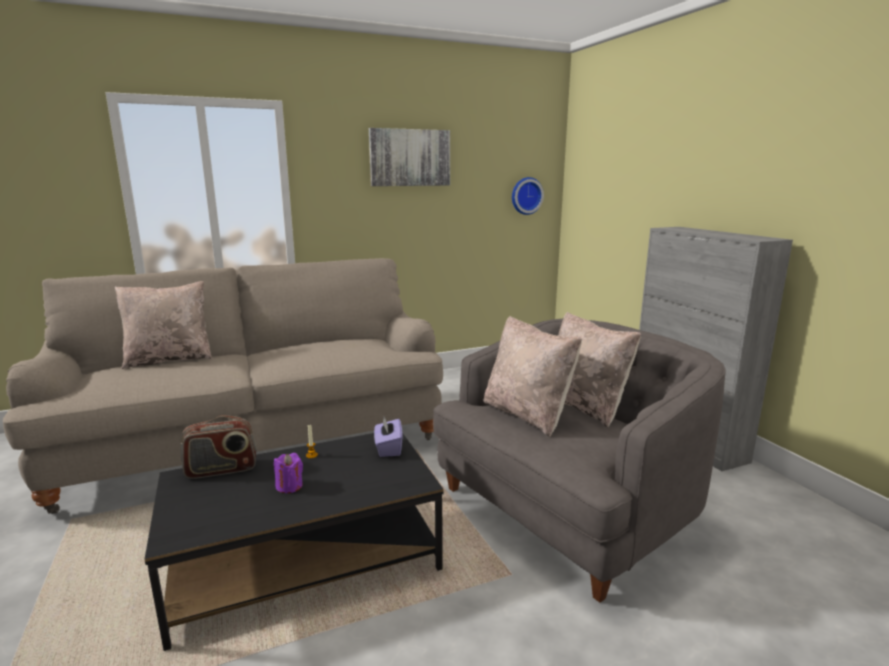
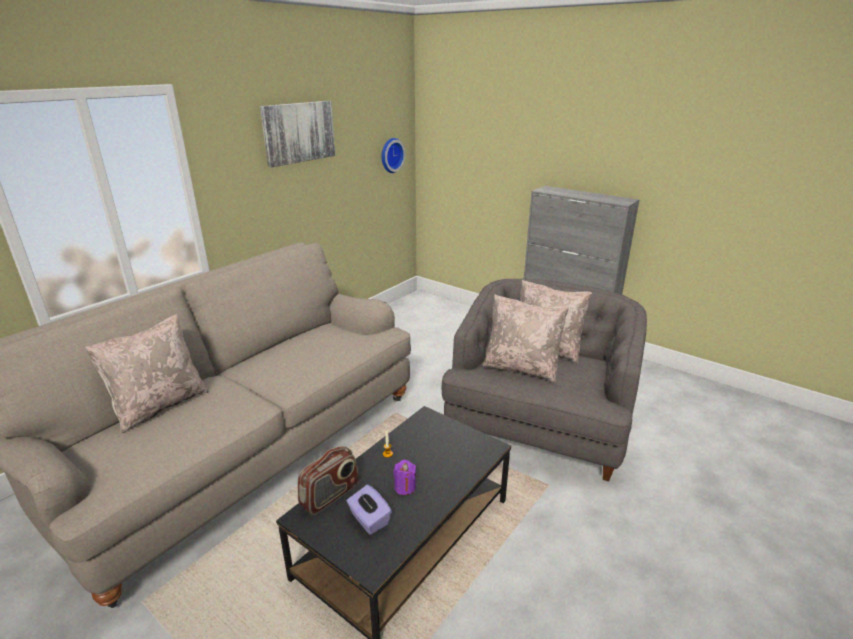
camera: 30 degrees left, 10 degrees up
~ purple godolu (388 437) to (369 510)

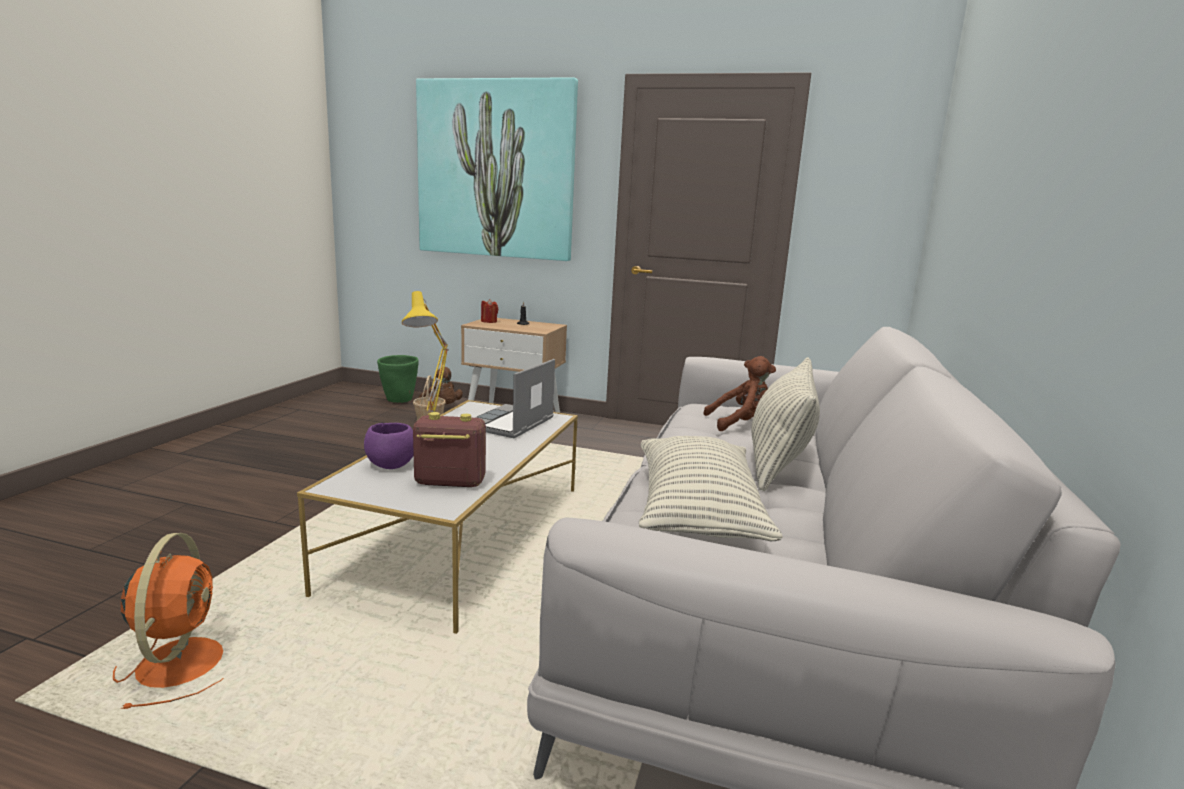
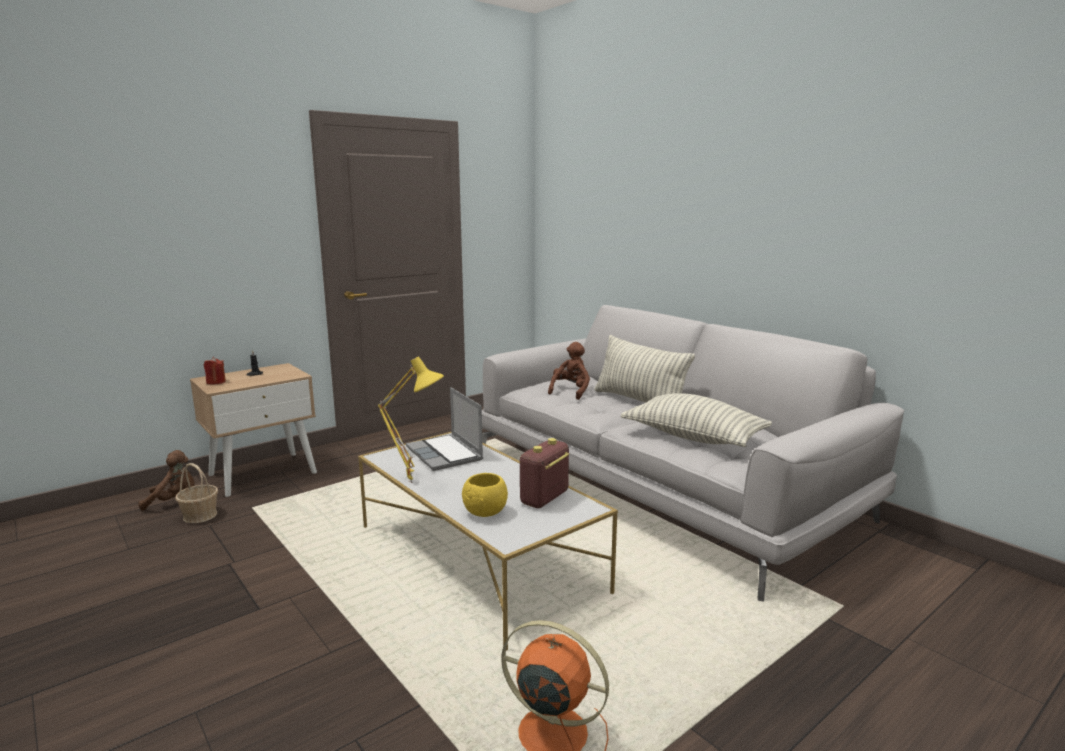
camera: 55 degrees left, 0 degrees up
~ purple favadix (389 446) to yellow favadix (485 495)
- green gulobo (398 379)
- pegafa (497 169)

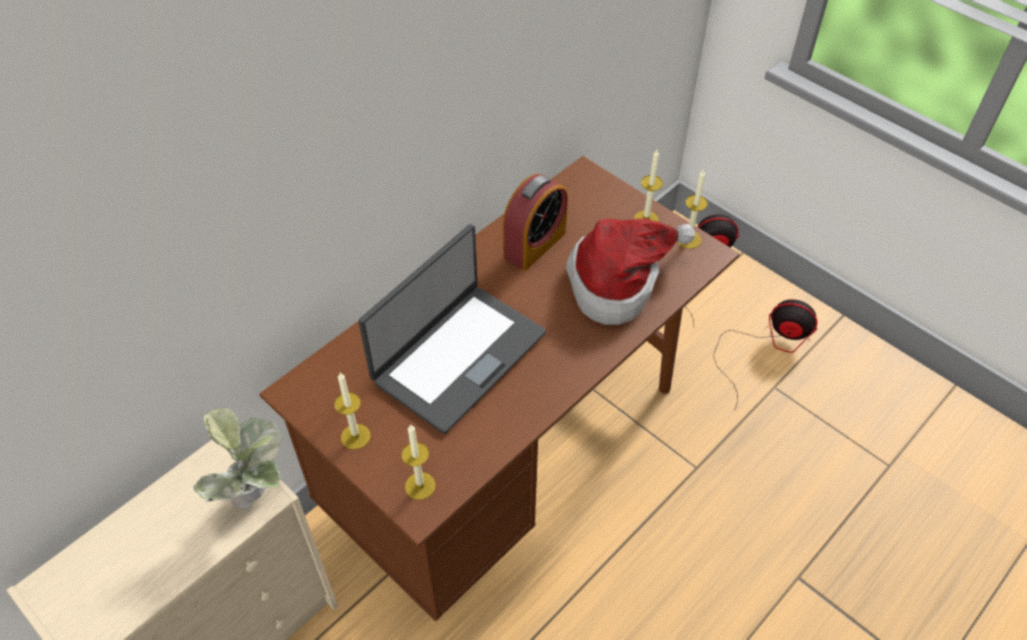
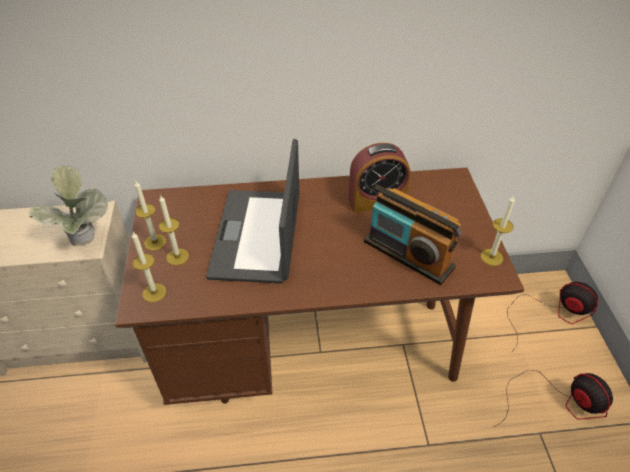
camera: 40 degrees right, 5 degrees down
~ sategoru (648 186) to (174 230)
~ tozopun (452 329) = (252 211) 105 degrees clockwise
~ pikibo (630 272) to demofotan (413 234)

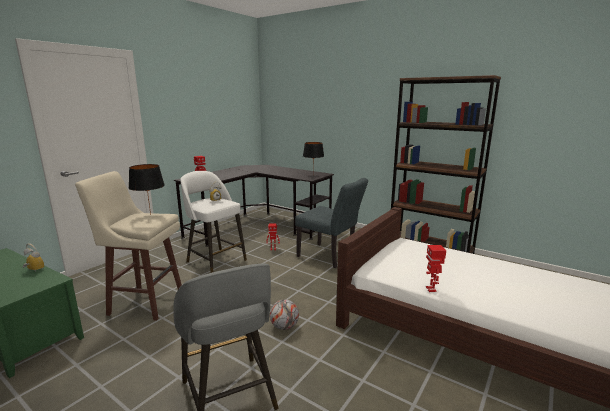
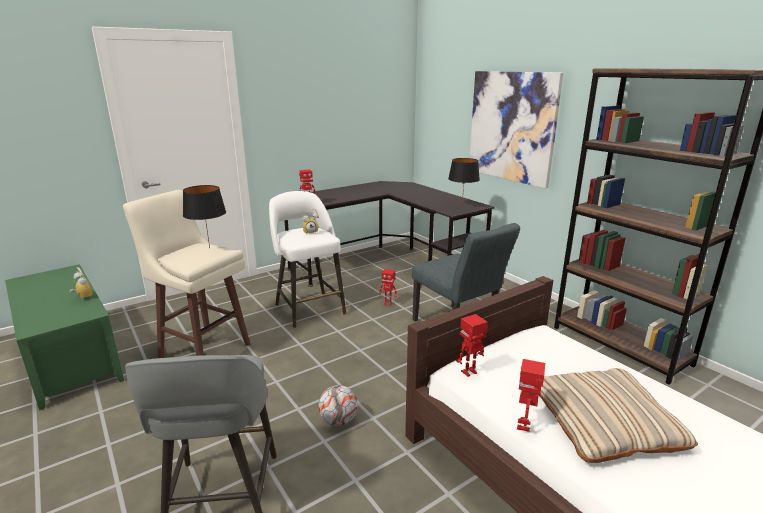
camera: 20 degrees right, 5 degrees up
+ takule (472 345)
+ pegafa (516 129)
+ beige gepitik (618 415)

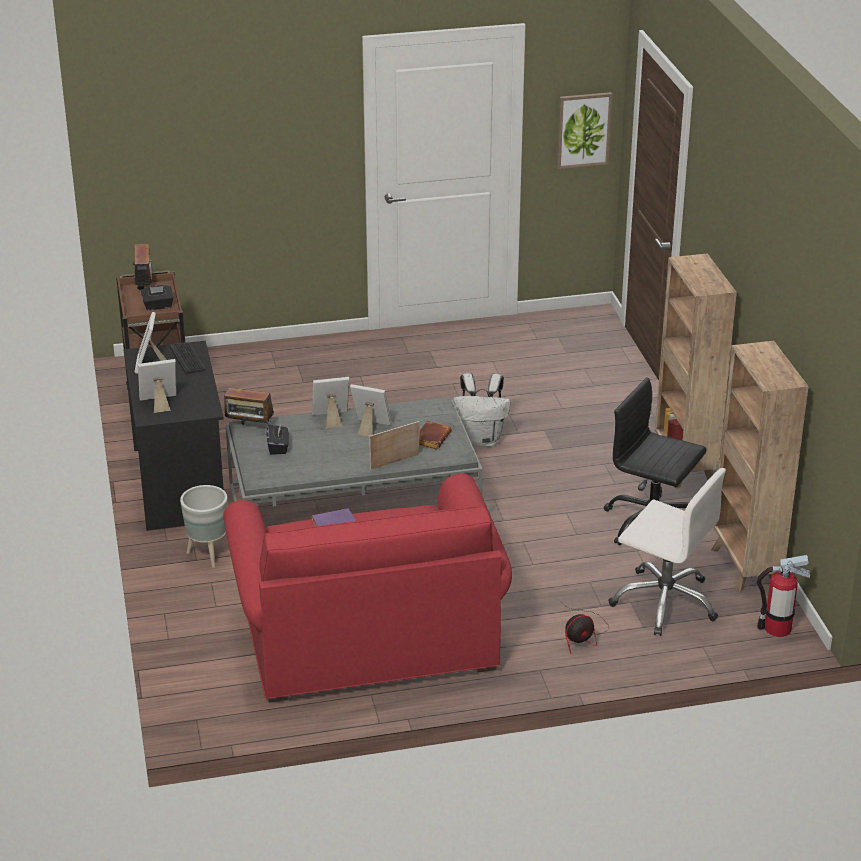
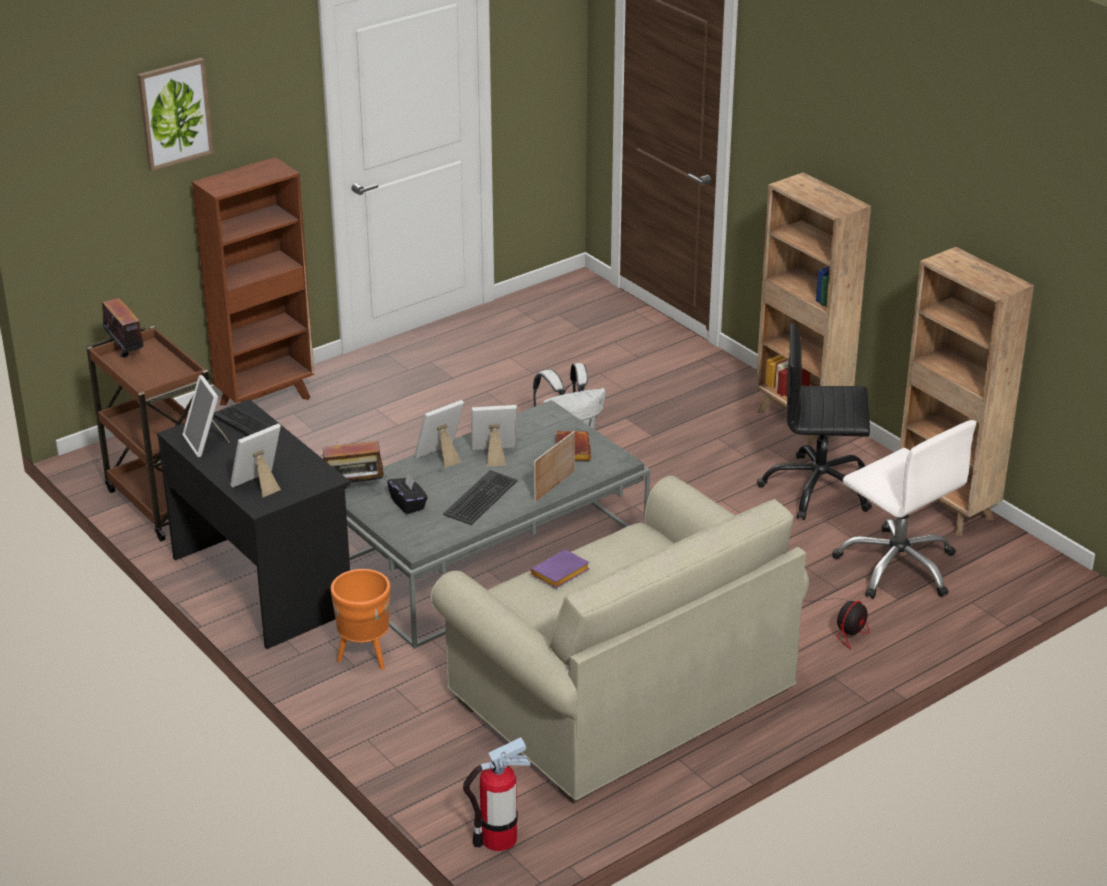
camera: 25 degrees left, 0 degrees up
~ pegafa (584 130) to (175 114)
+ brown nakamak (253 281)
~ grey gulobo (203 526) to orange gulobo (360 619)
~ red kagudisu (367 587) to beige kagudisu (620 640)
+ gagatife (480 497)
~ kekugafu (783 596) to (496 794)
~ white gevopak (667 552) = (904 509) 45 degrees clockwise
- black godolu (157 297)

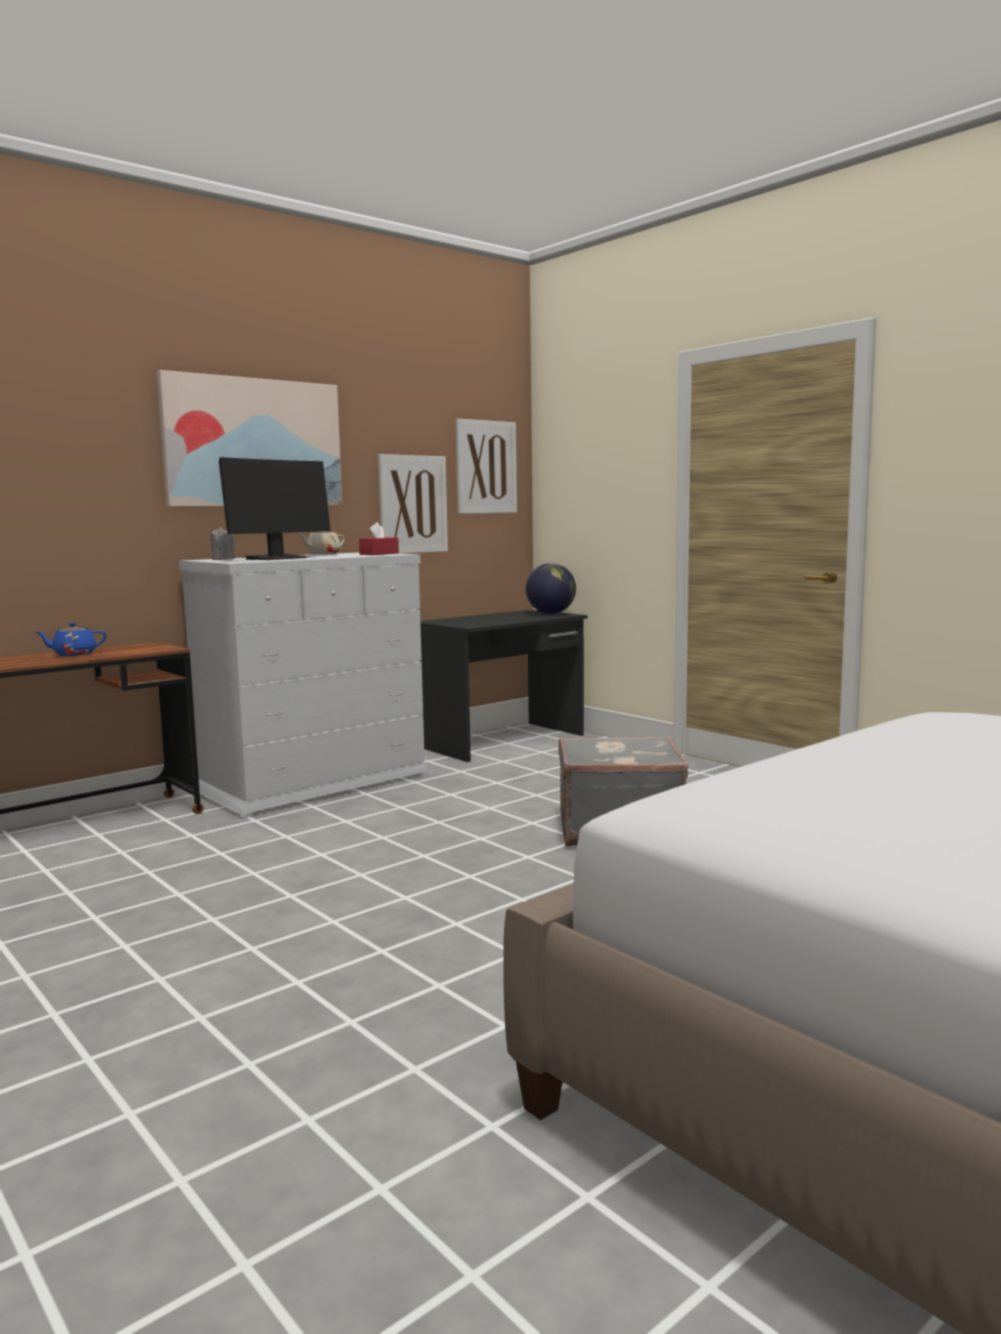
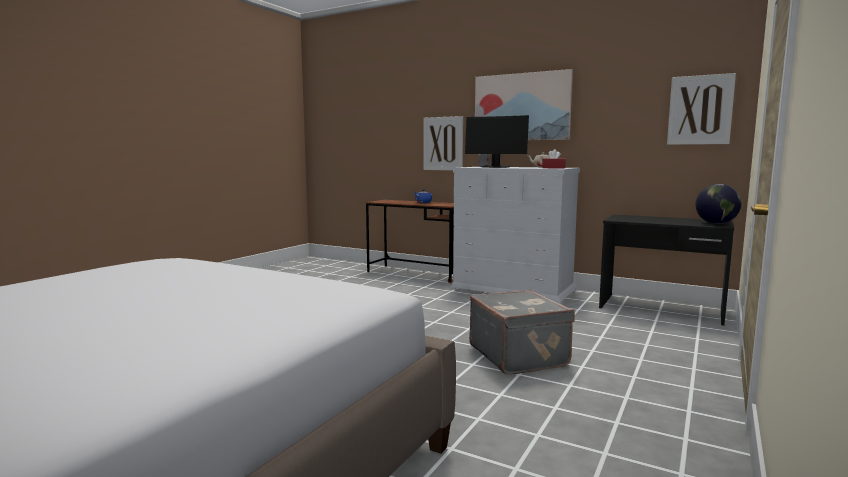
camera: 70 degrees right, 0 degrees up
~ pegafa (413 504) to (443 143)

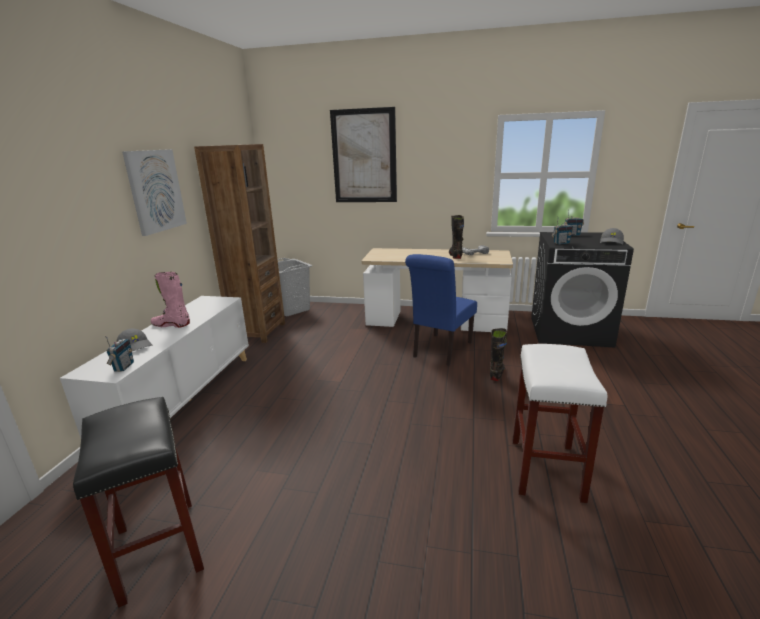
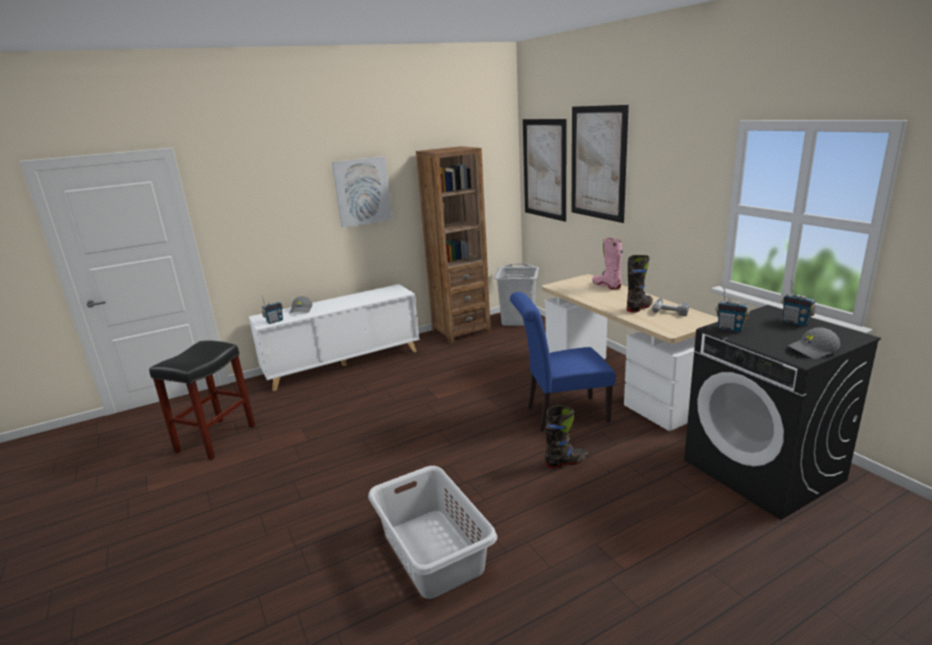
camera: 50 degrees right, 0 degrees up
~ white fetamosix (559 423) to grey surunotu (432 532)
+ pegafa (544 170)
~ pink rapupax (170 300) to (607 263)

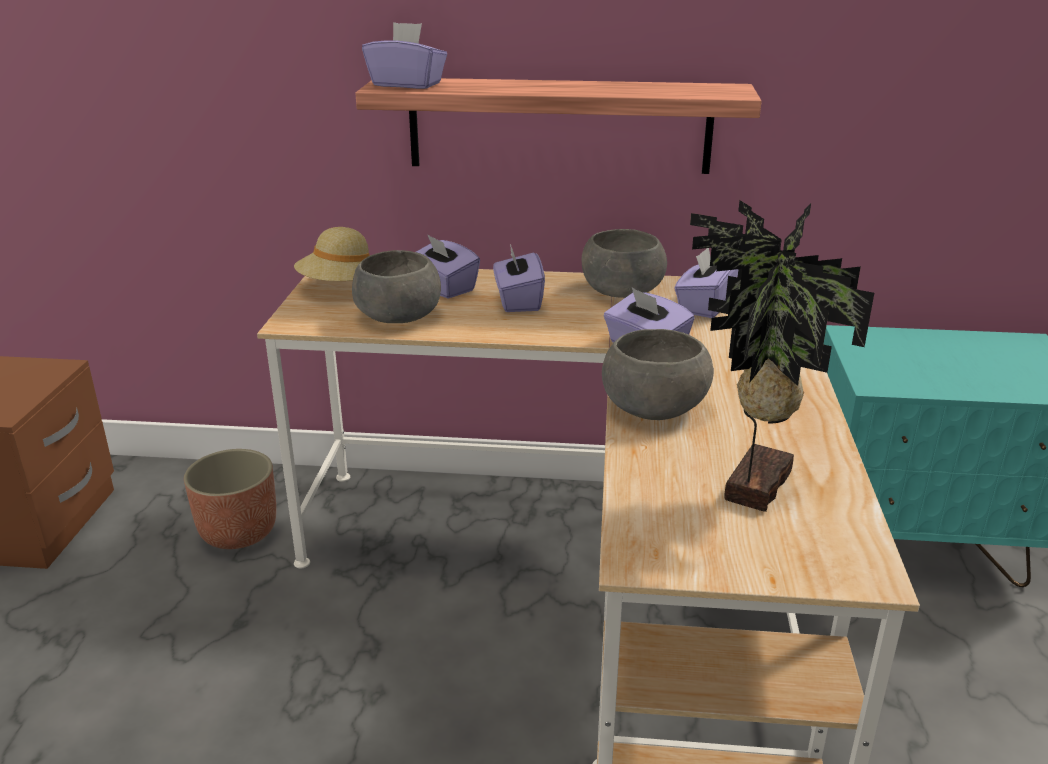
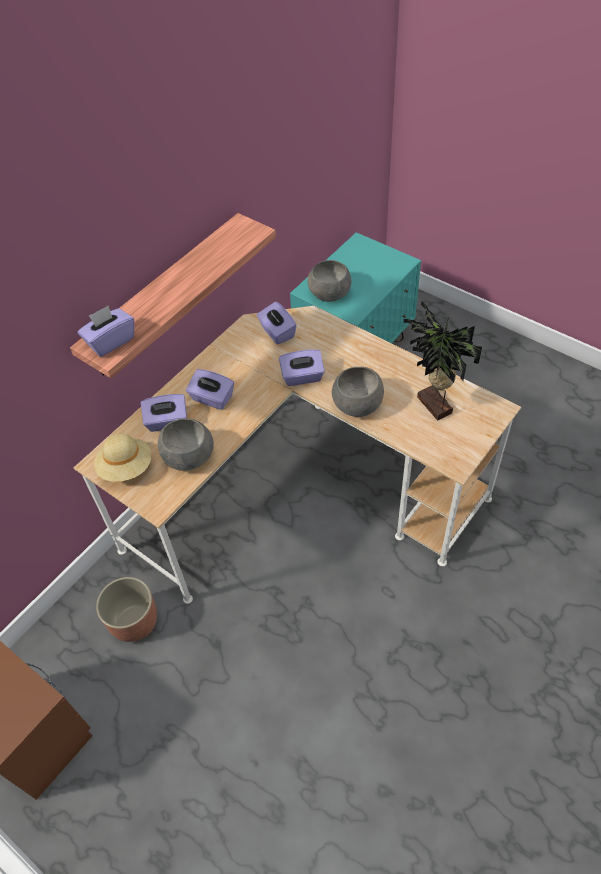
camera: 55 degrees left, 25 degrees up
~ grey favadix (624 263) to (329 281)

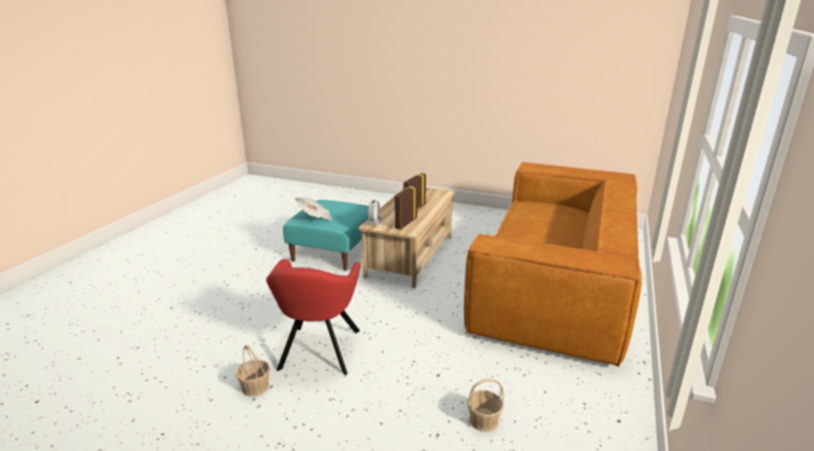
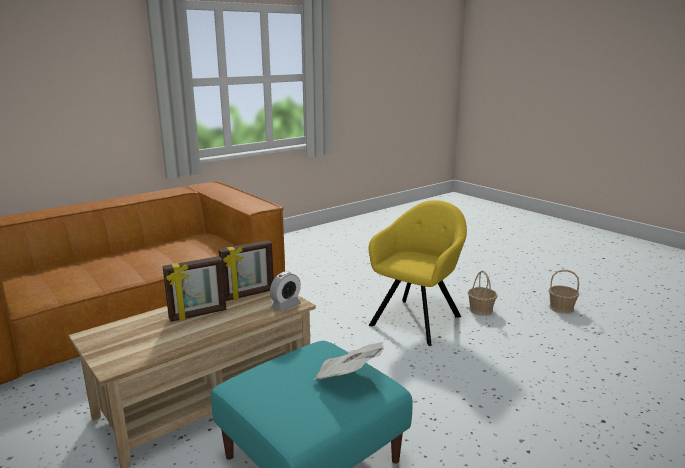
camera: 150 degrees left, 5 degrees down
~ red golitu (313 317) to yellow golitu (417 273)
~ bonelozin (485 405) to (564 292)

